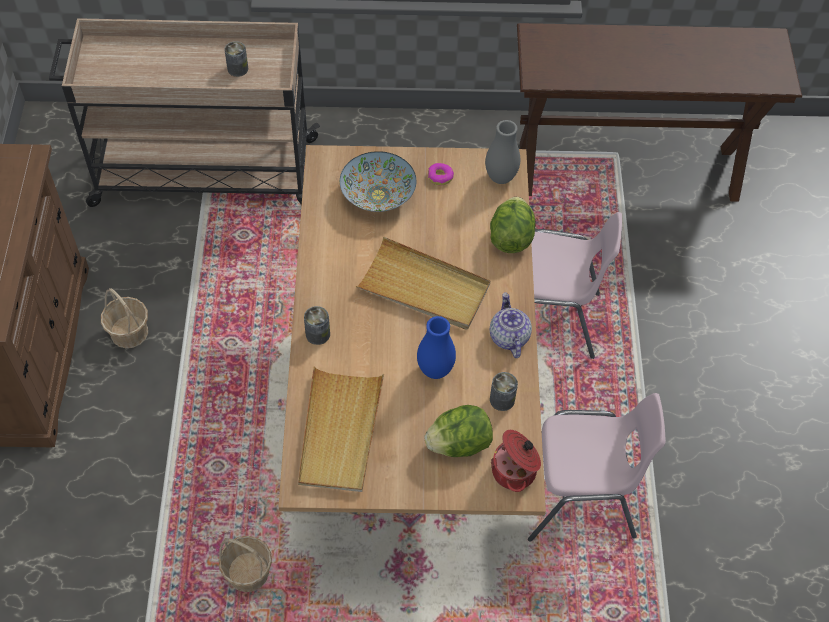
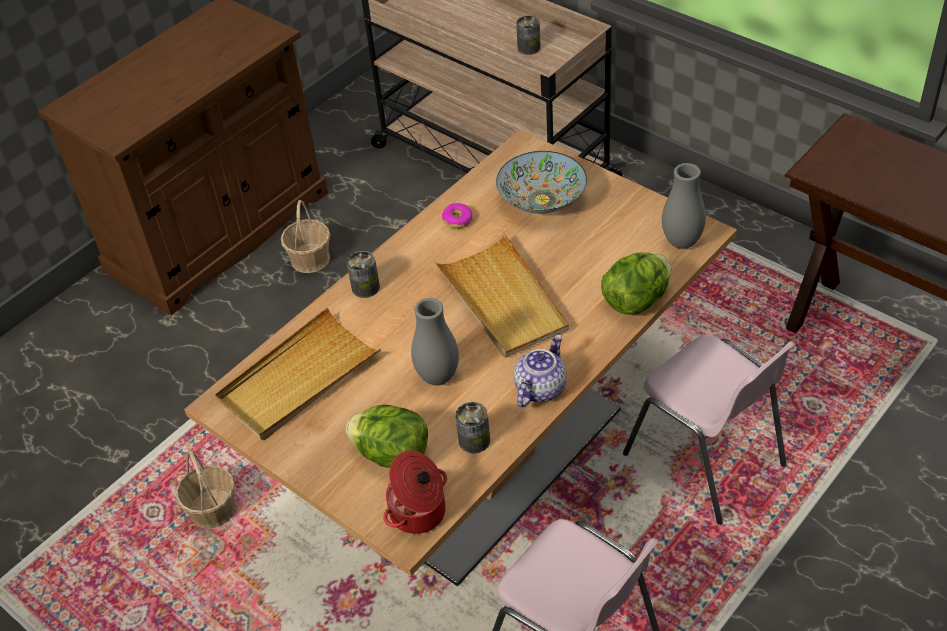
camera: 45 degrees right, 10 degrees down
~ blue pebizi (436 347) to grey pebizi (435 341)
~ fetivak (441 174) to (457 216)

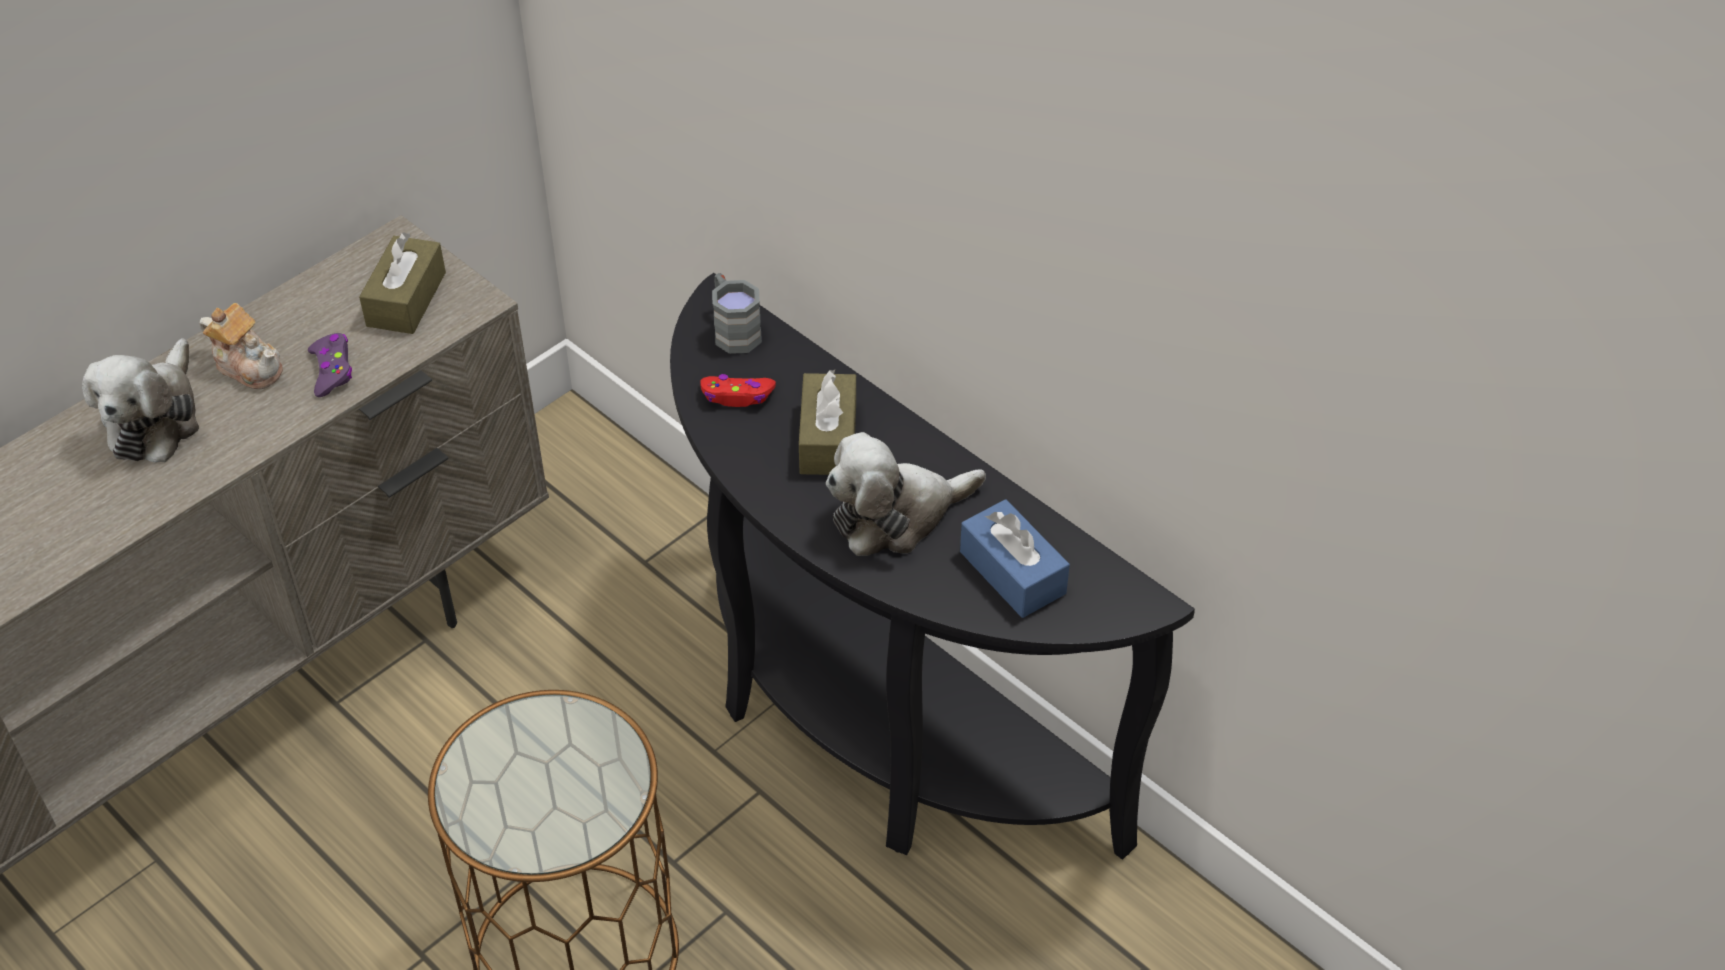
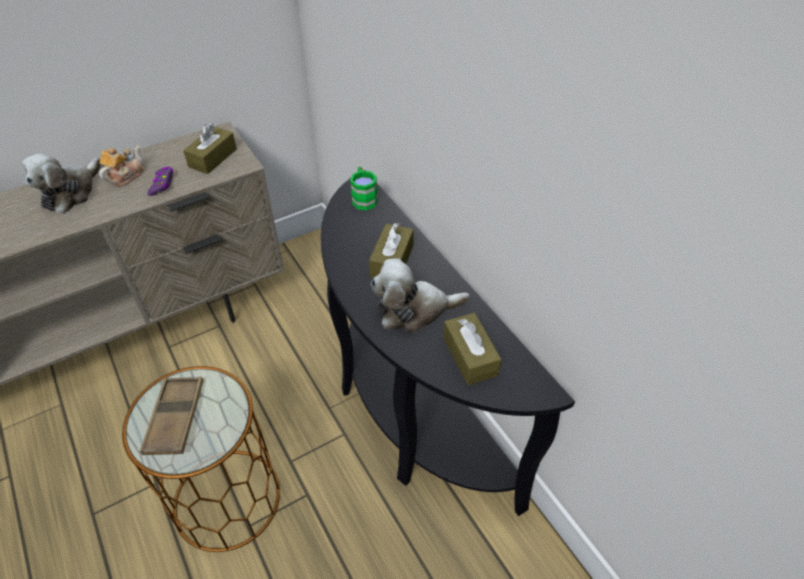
camera: 15 degrees right, 0 degrees up
~ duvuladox (241 346) = (121 166) 105 degrees counterclockwise
+ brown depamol (172 416)
~ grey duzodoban (737 313) to green duzodoban (364 188)
~ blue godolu (1015 558) to brown godolu (472 349)
- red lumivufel (738 390)

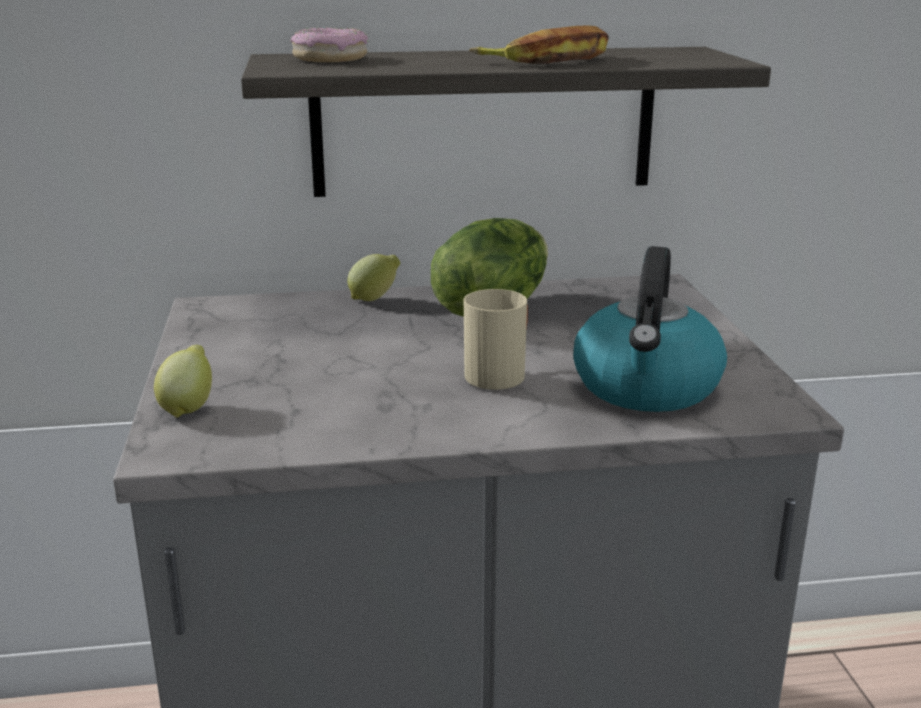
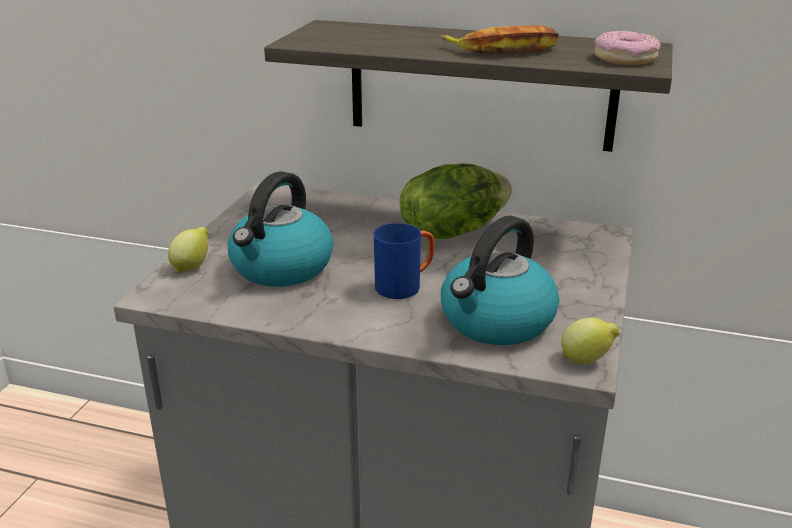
camera: 25 degrees right, 5 degrees up
+ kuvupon (280 229)
~ beige duzodoban (496 339) to blue duzodoban (404 261)
~ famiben (373 277) to (590 341)
~ fetivak (329 44) to (627 48)

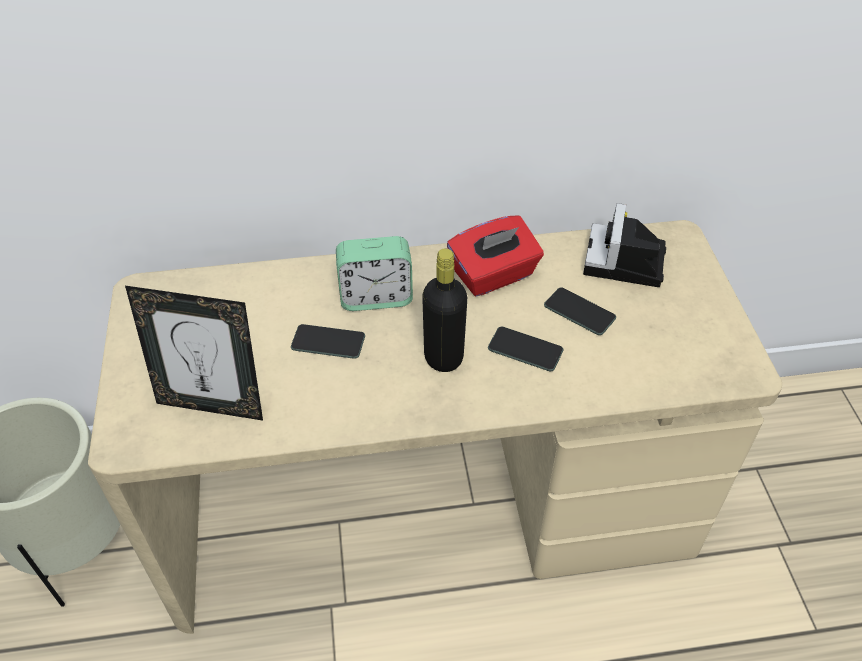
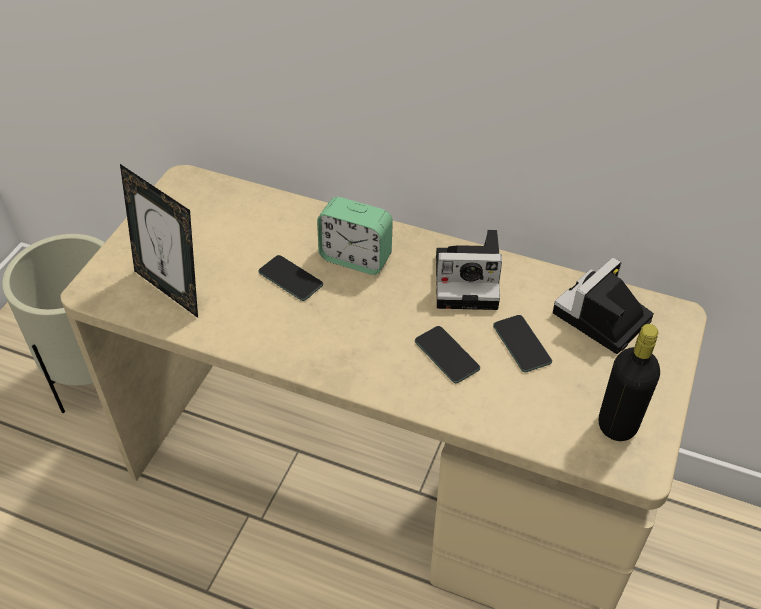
camera: 30 degrees right, 0 degrees up
~ red godolu (495 256) to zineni (469 270)
~ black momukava (444 310) to (629 382)

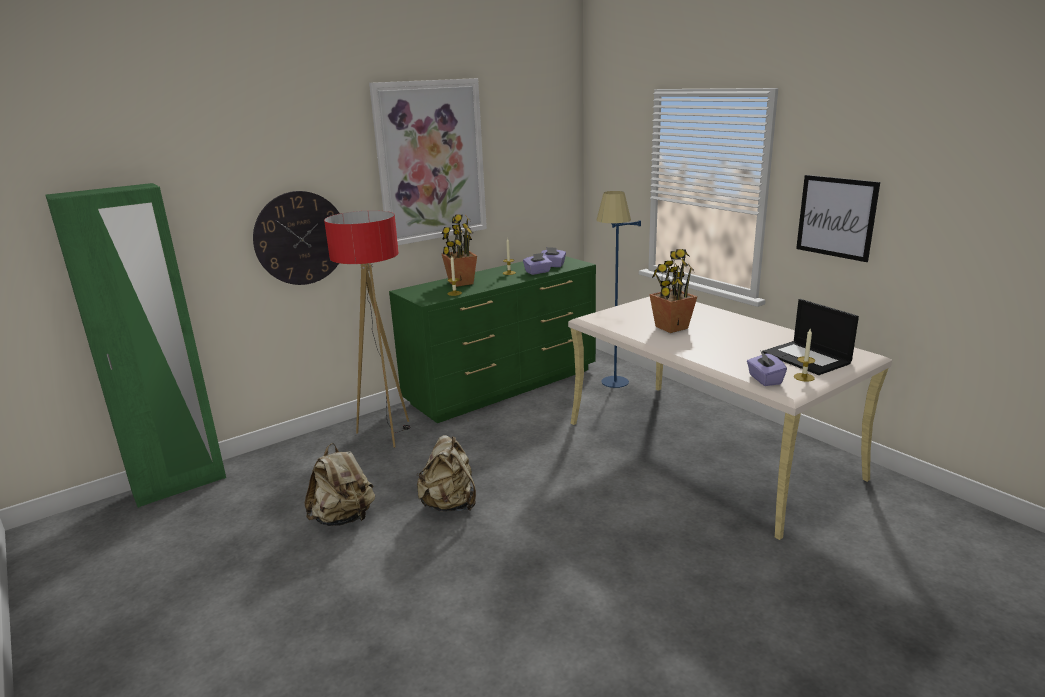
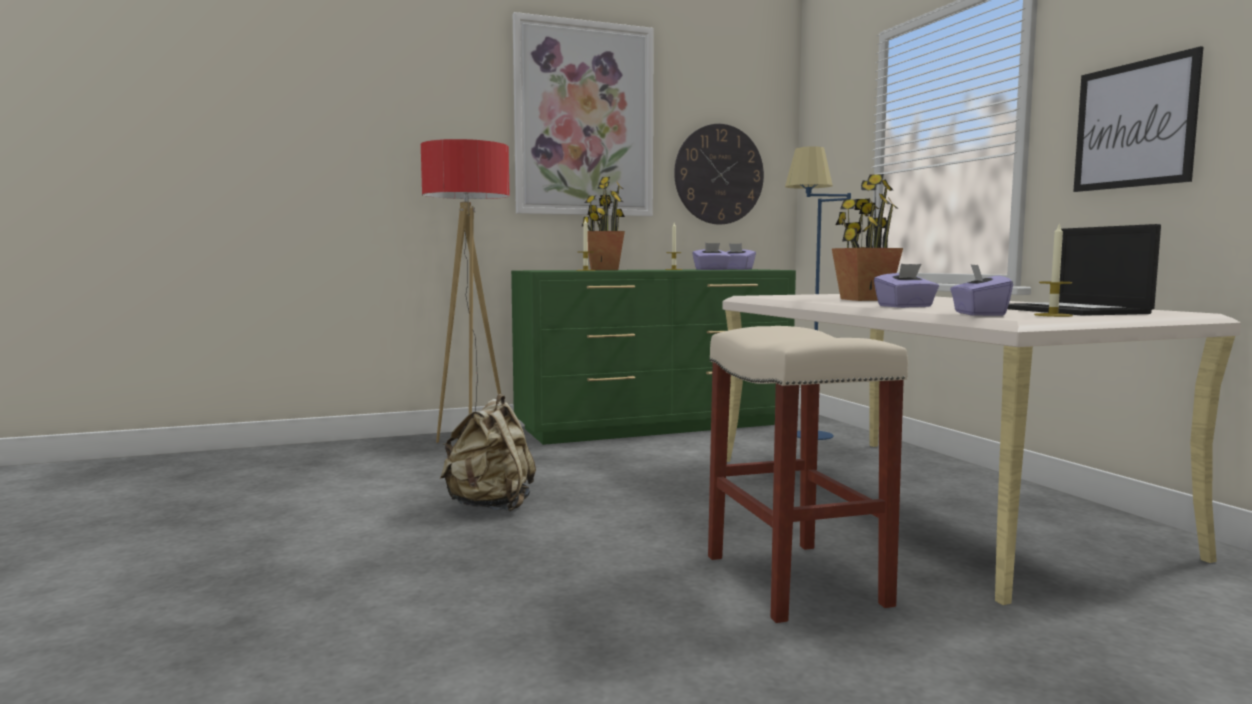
camera: 15 degrees right, 15 degrees down
~ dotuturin (296 238) to (719 174)
+ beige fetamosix (808 474)
+ purple godolu (906 286)
- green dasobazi (135 345)
- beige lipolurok (339 484)

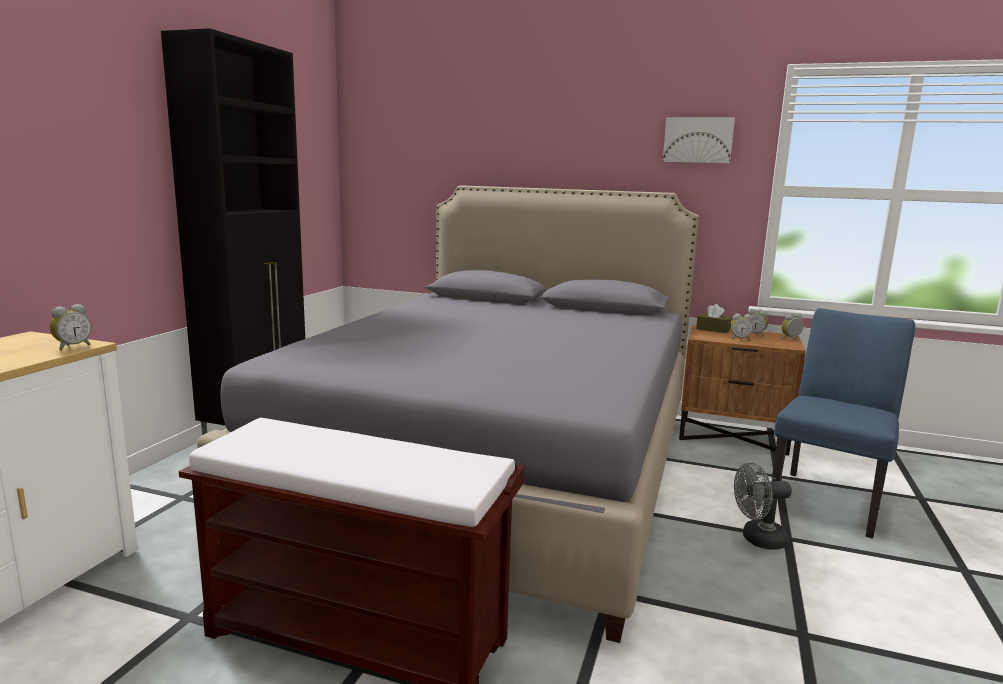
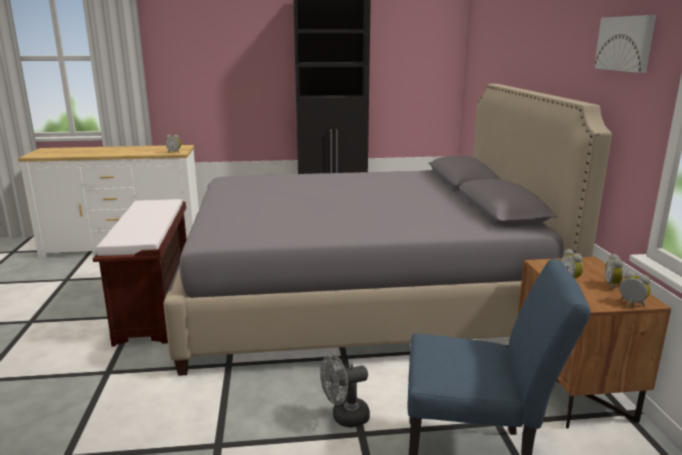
camera: 65 degrees right, 5 degrees up
~ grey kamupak (763 505) = (345 391) 75 degrees counterclockwise
- brown godolu (713 318)

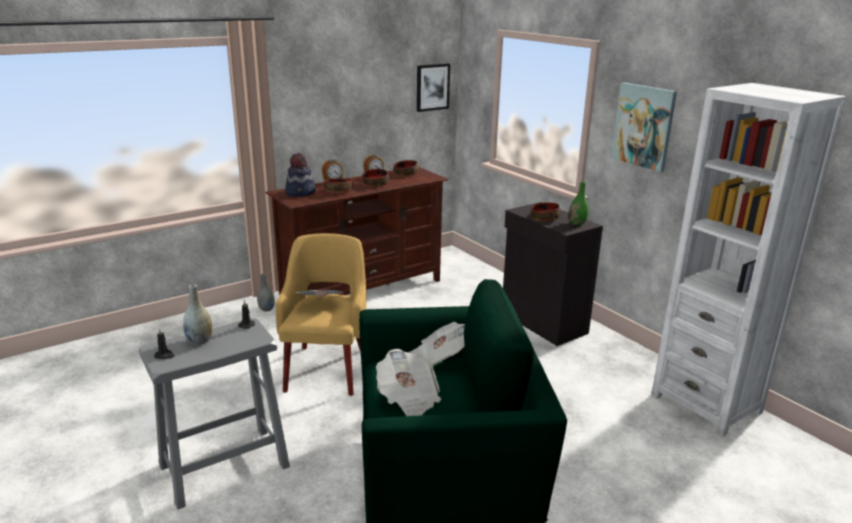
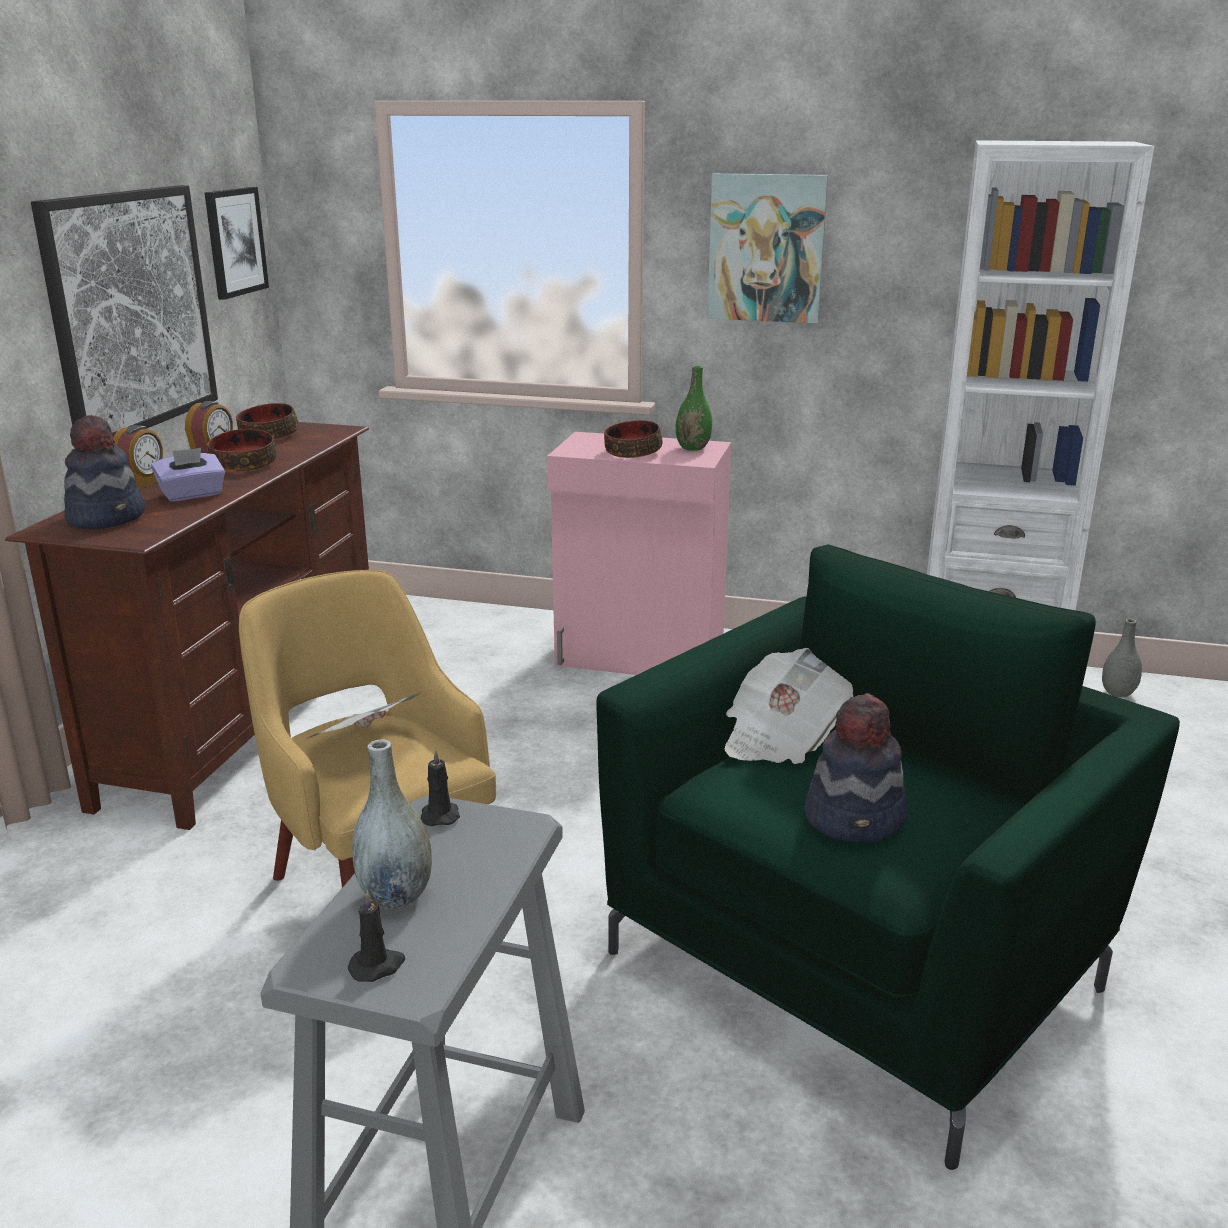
camera: 40 degrees left, 0 degrees up
+ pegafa (124 310)
~ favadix (338 185) to purple godolu (188 475)
~ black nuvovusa (553 274) to pink nuvovusa (639 553)
~ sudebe (408 382) to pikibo (856 767)
~ grey pebizi (266 293) to (1122 657)

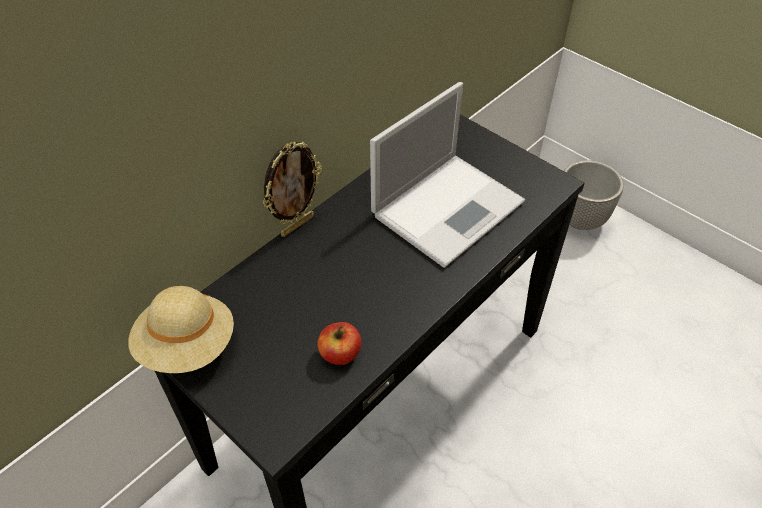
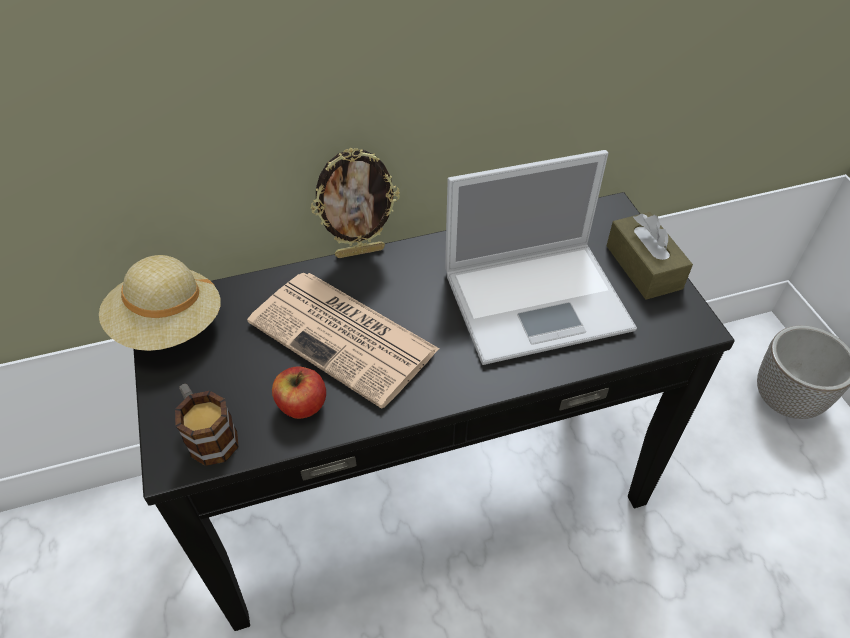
camera: 30 degrees right, 0 degrees up
+ duzodoban (207 425)
+ sudebe (343 341)
+ brown godolu (650 256)

